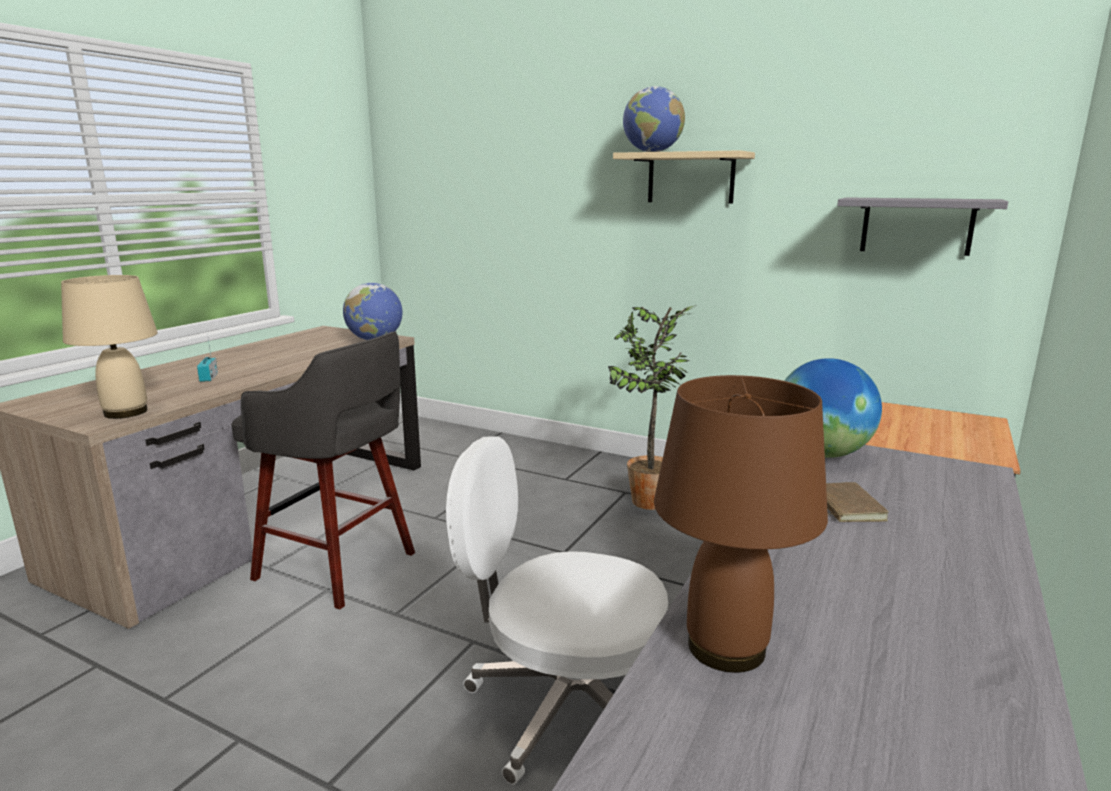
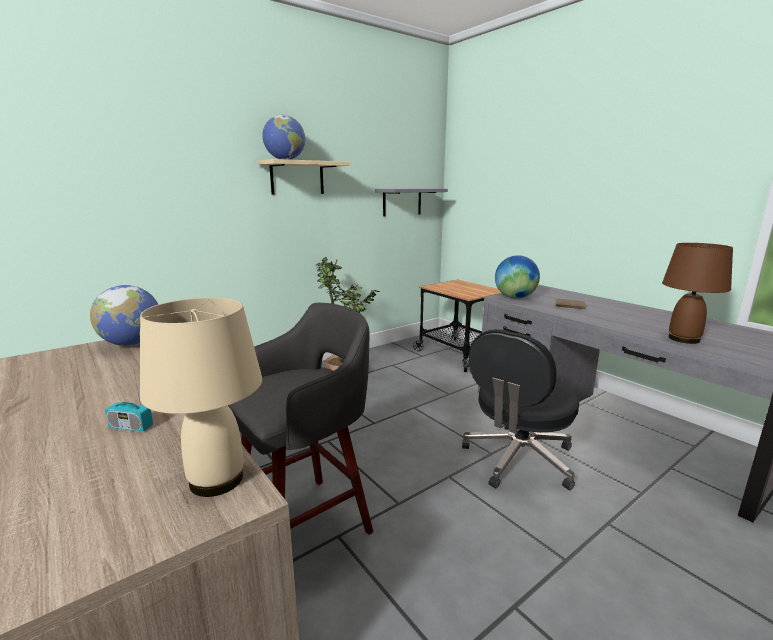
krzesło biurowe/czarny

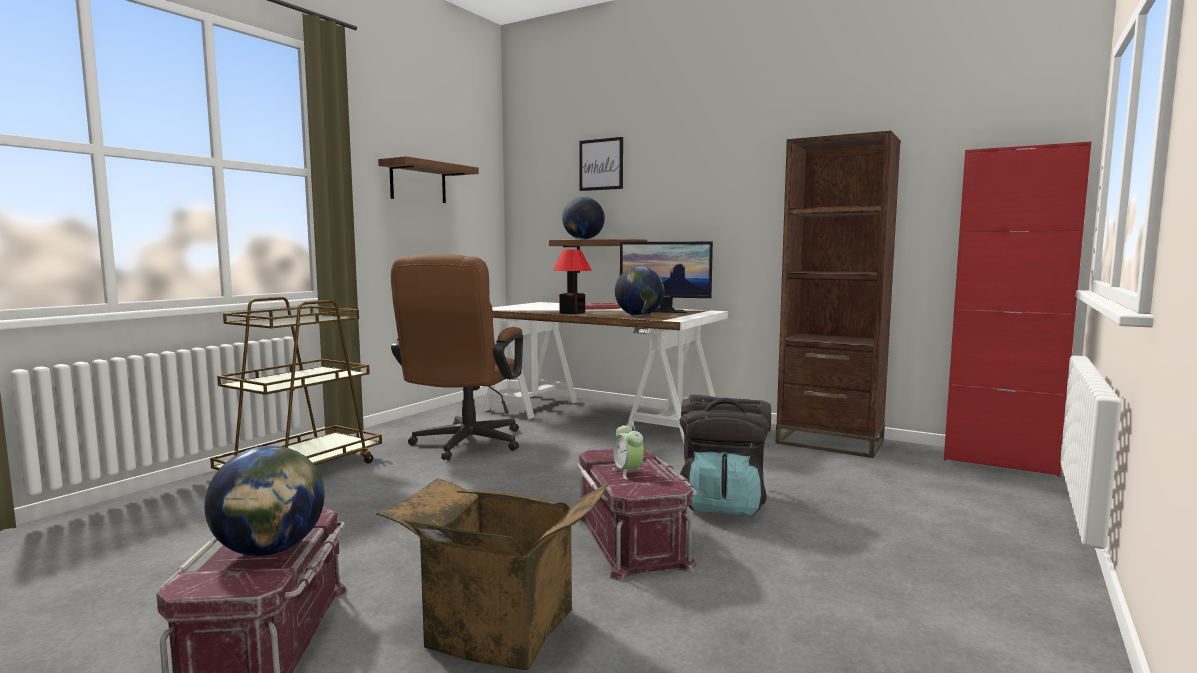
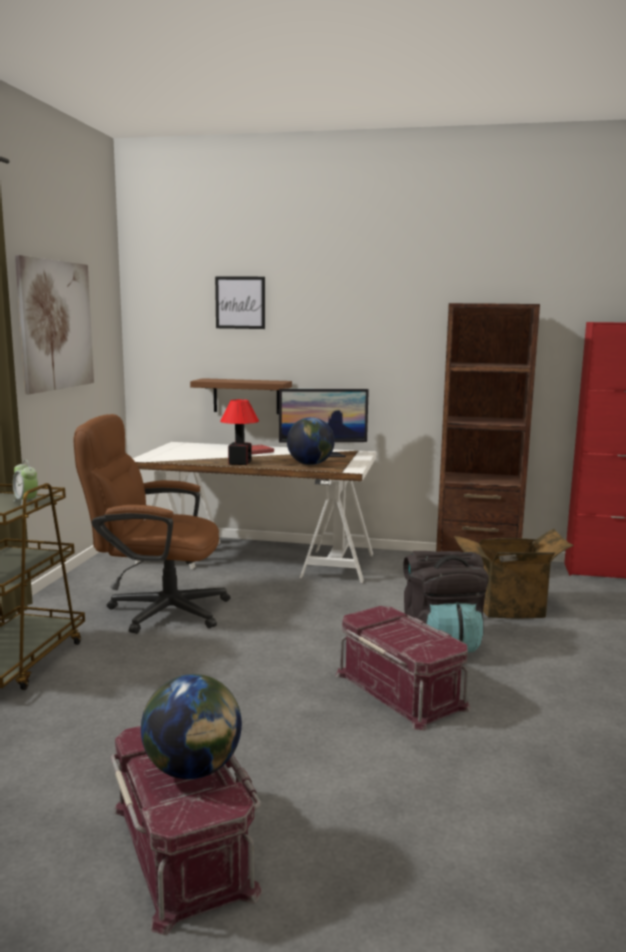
budzik
obraz (1st from left)
krzesło biurowe/brązowy
karton
globus (2nd from left in the first image)

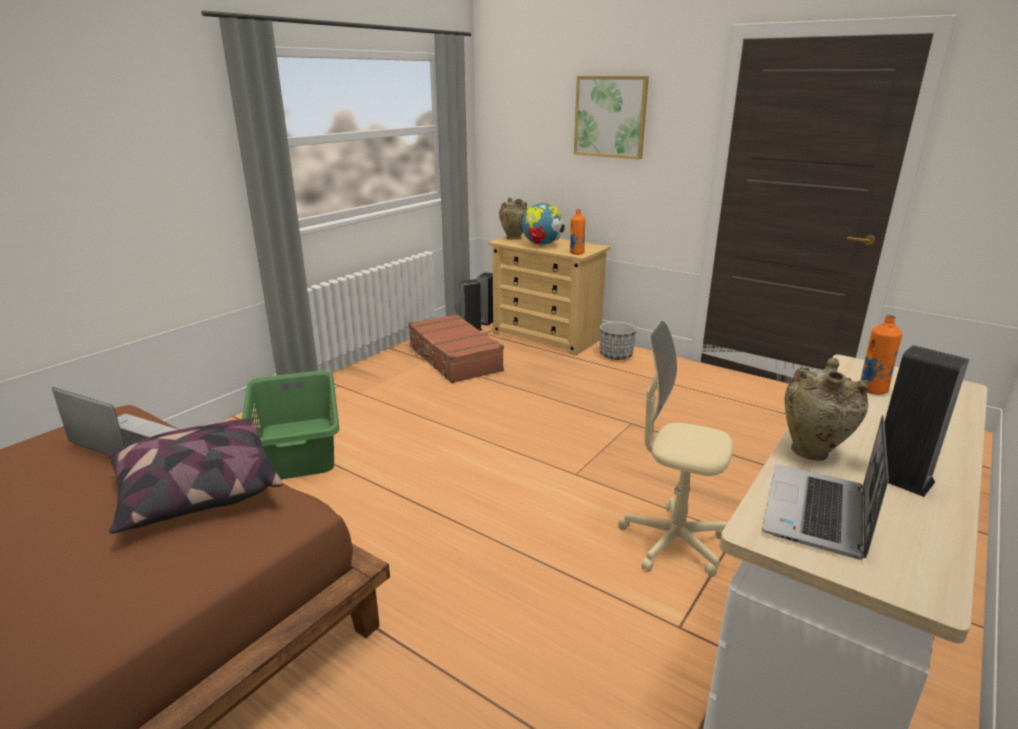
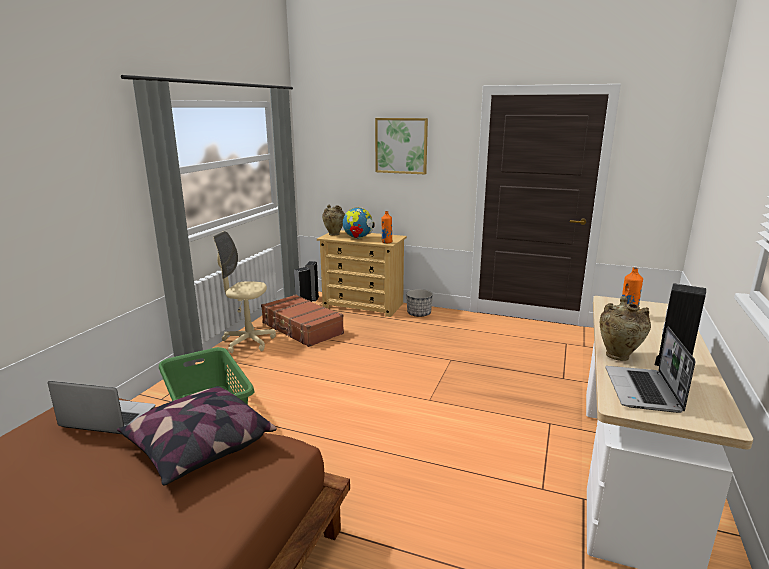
krzesło biurowe/beżowy

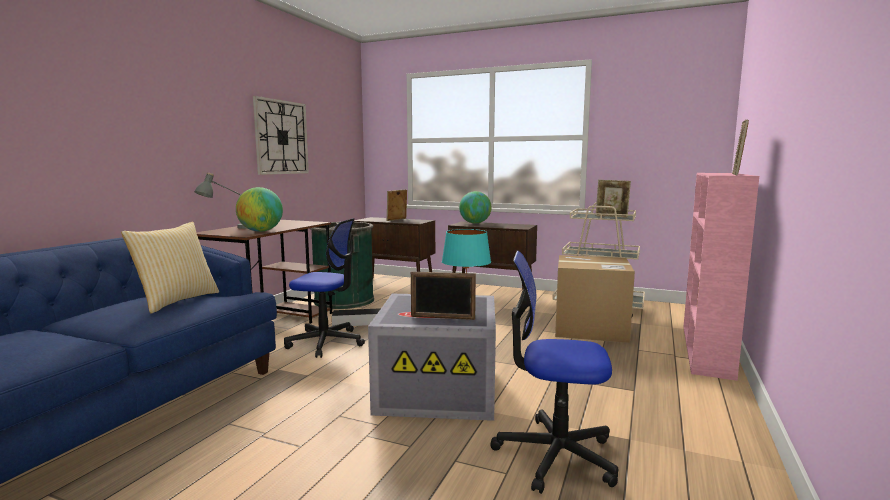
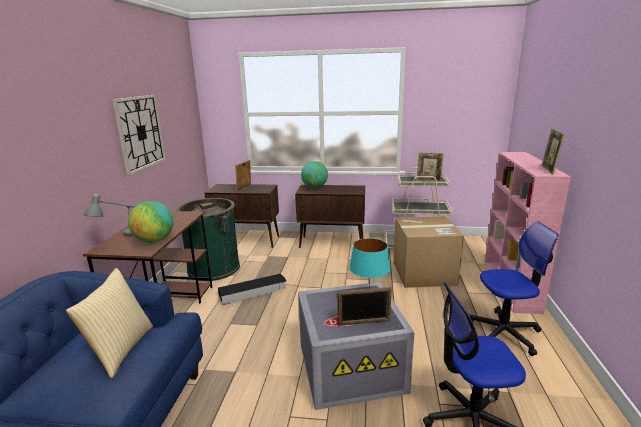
krzesło biurowe (2nd from left)

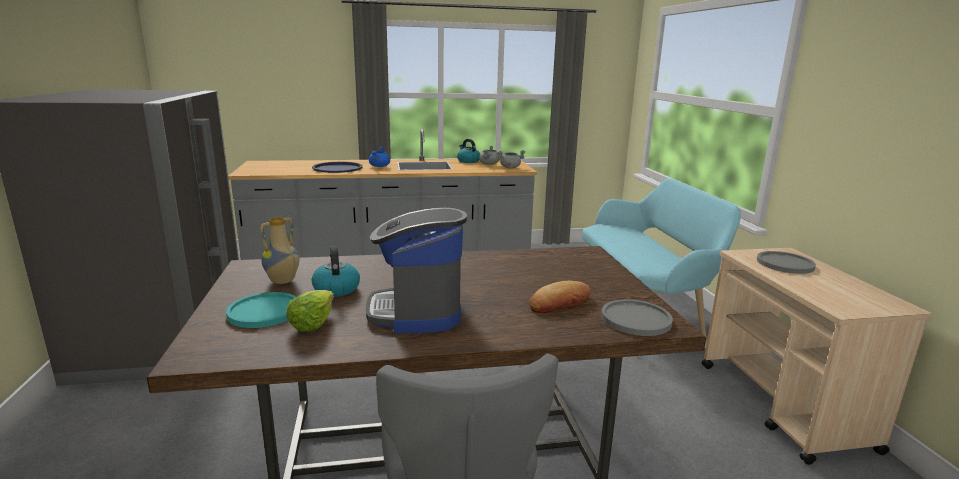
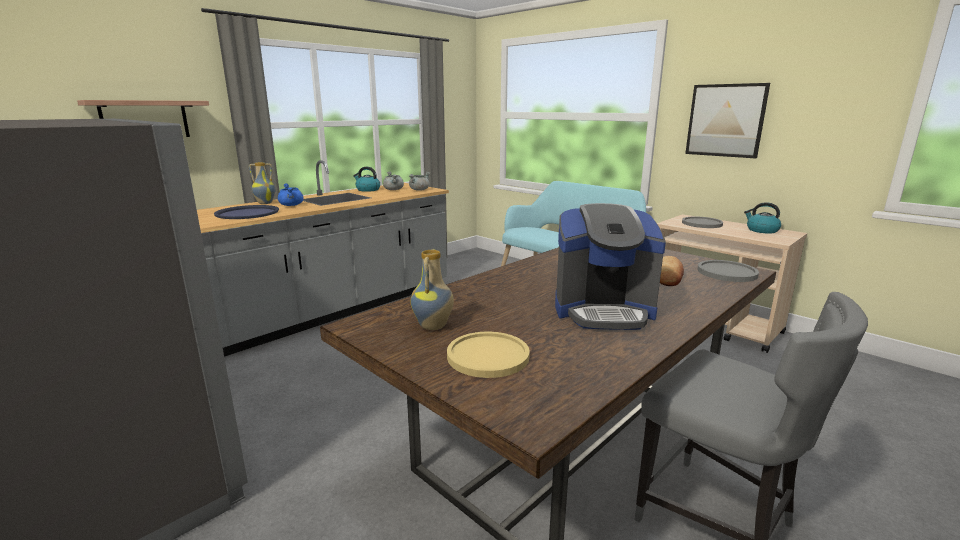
półka
wazon (1st from left)
talerz/żółty
ekspres do kawy
obraz
czajnik (2nd from left)
sałata

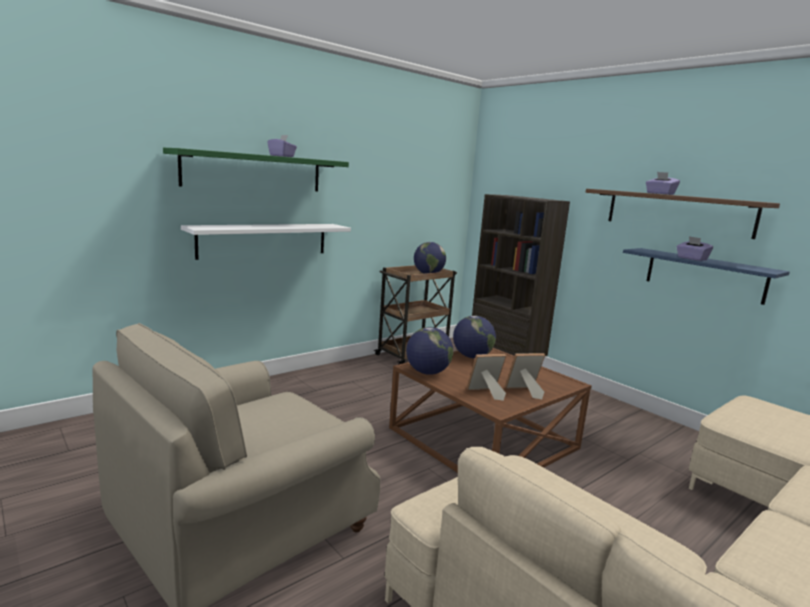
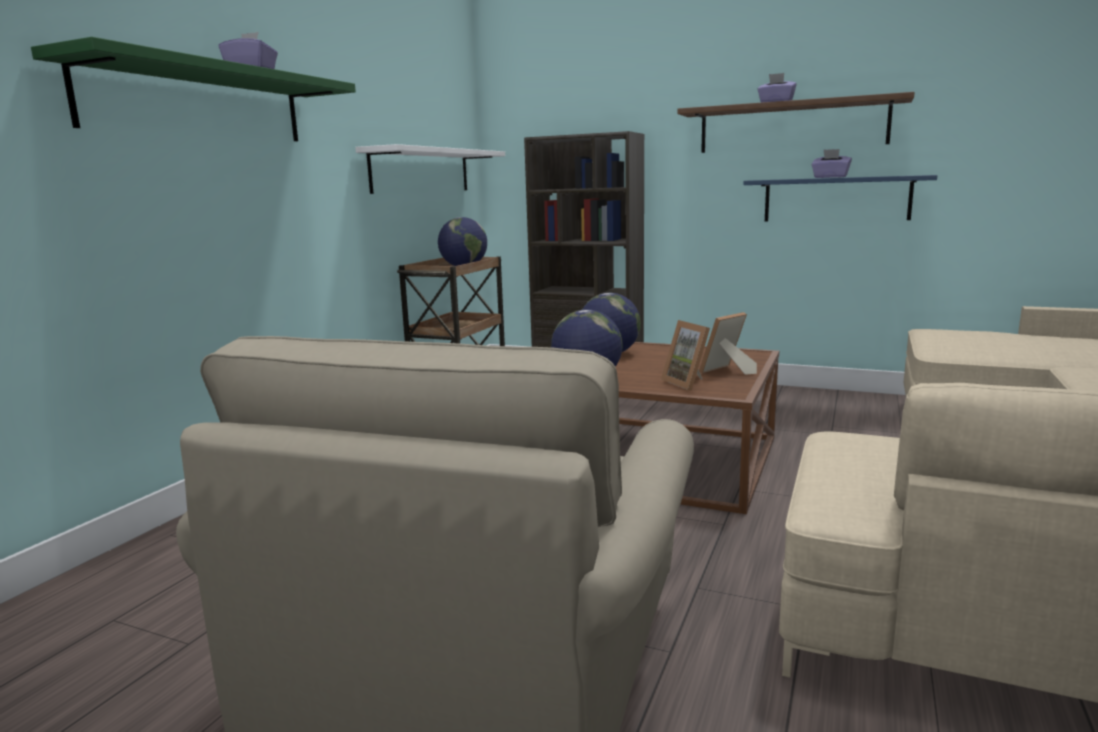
półka/biały
ramka na zdjęcie (1st from left)

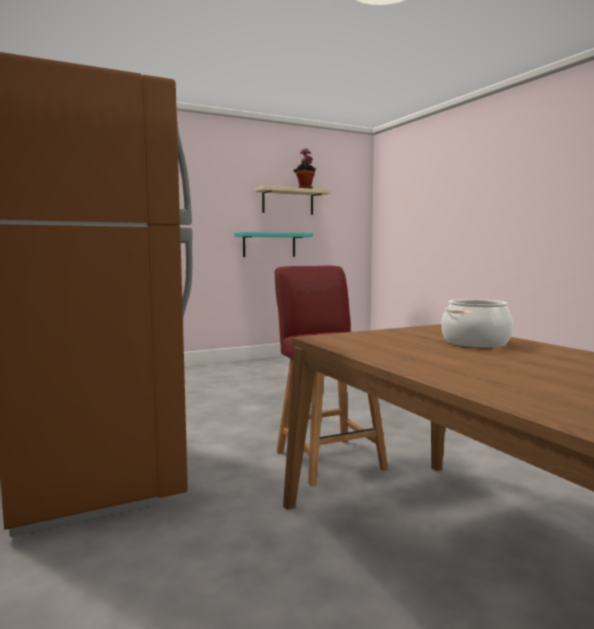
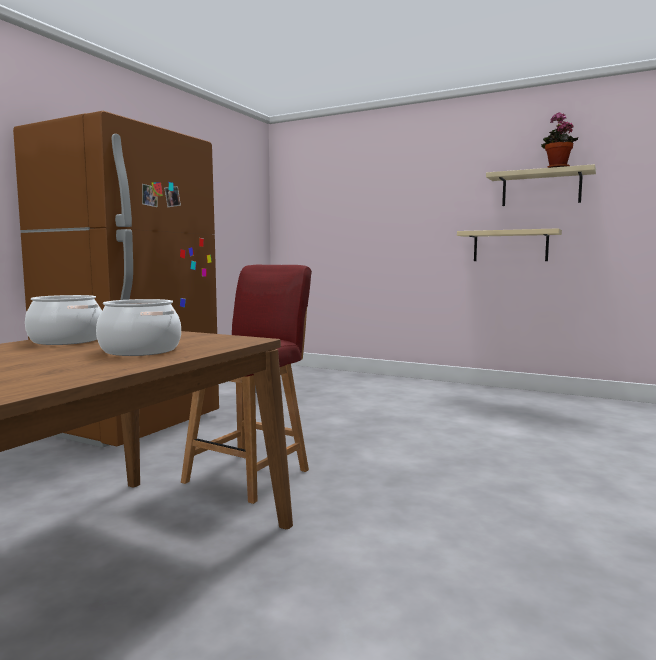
garnek (1st from left)
półka/beżowy (1st from left)

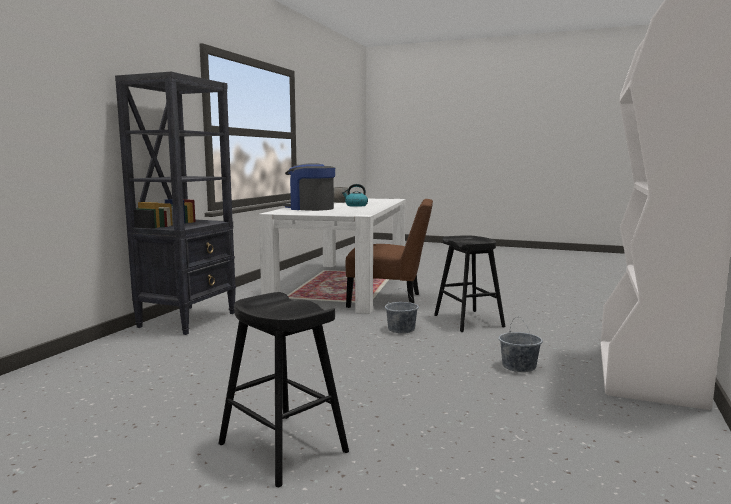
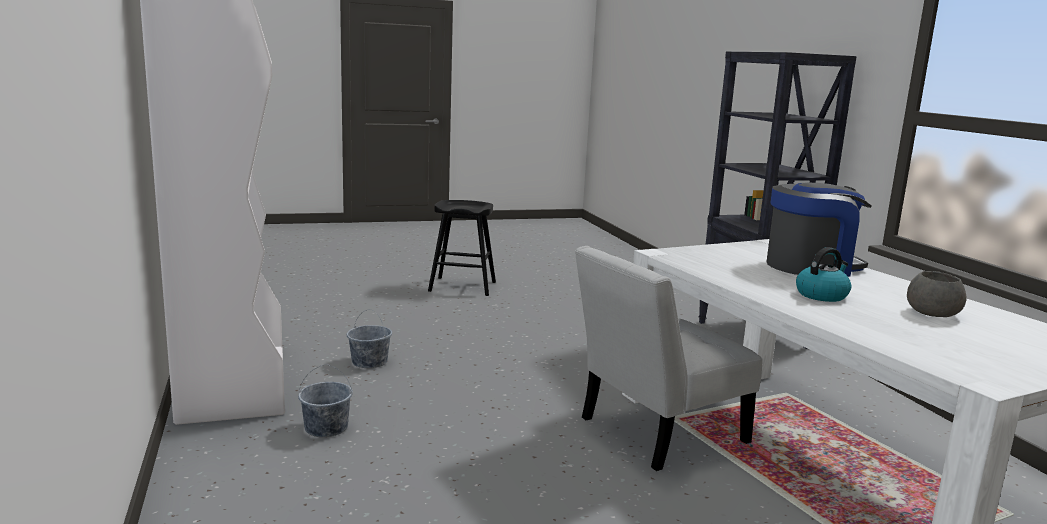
wiadro/szary (1st from left)
krzesło/biały
stołek/czarny (2nd from left in the first image)

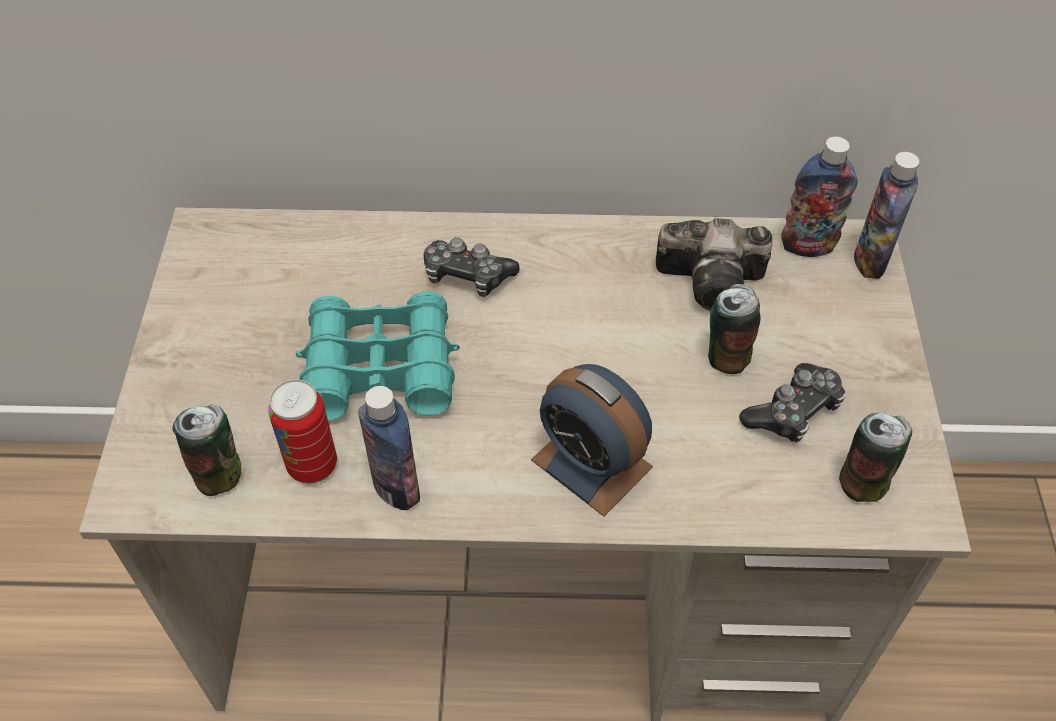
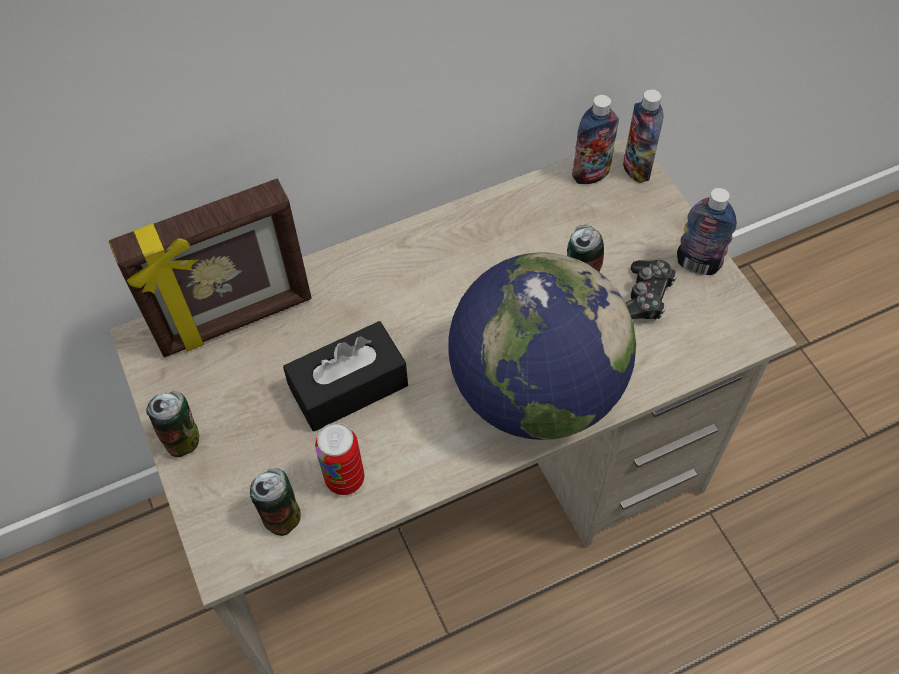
ramka na zdjęcie
puszka (1st from left)
pudełko chusteczek/czarny
globus
butelka (3rd from left)
pad do gier (1st from left in the first image)
aparat fotograficzny

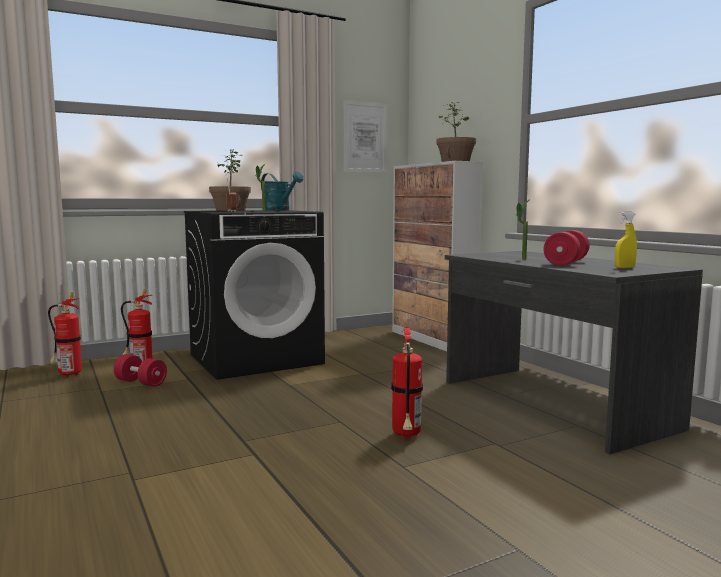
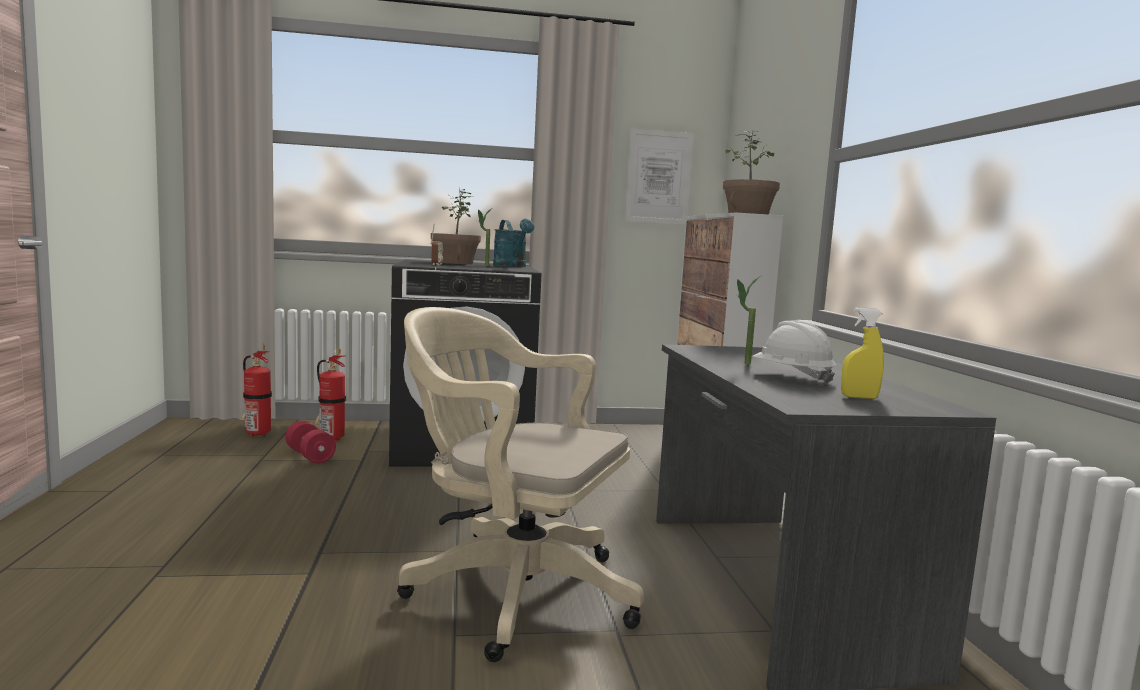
krzesło biurowe/beżowy
kask/biały

